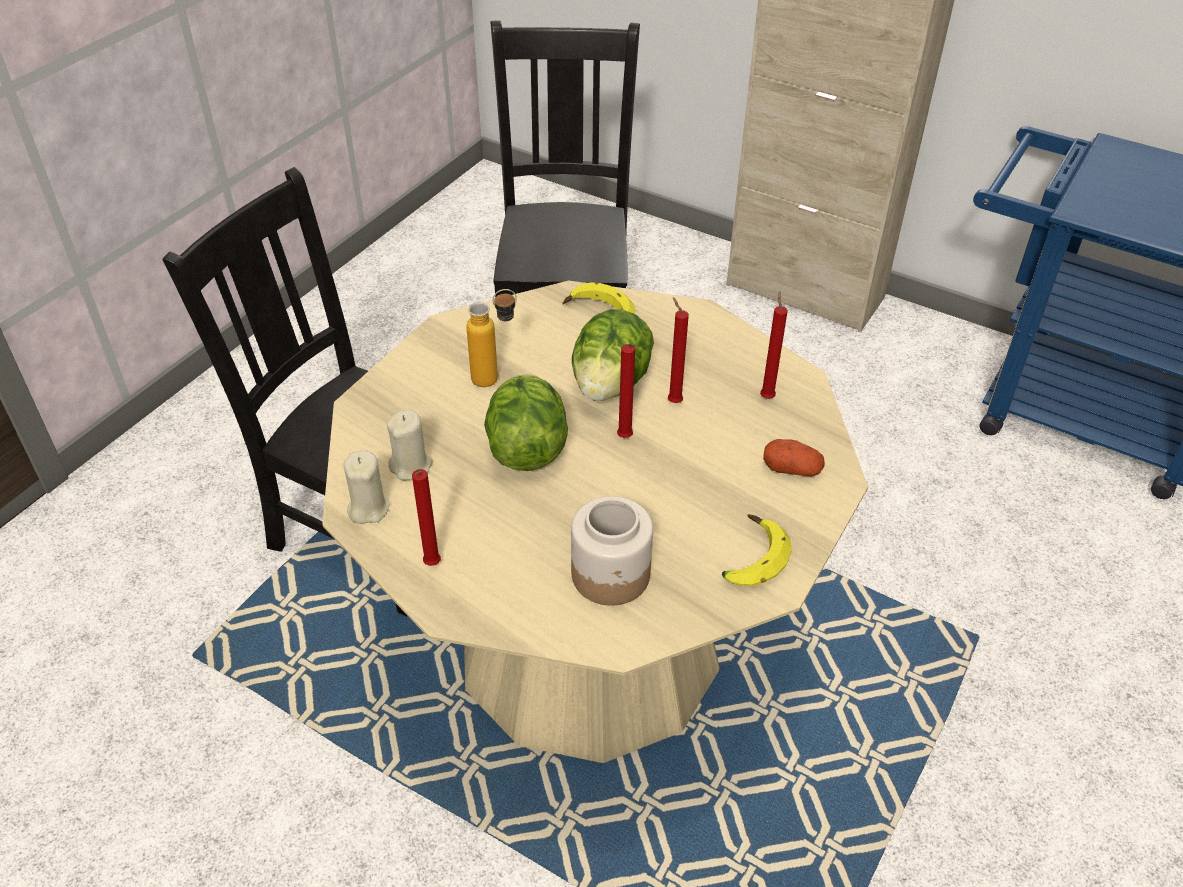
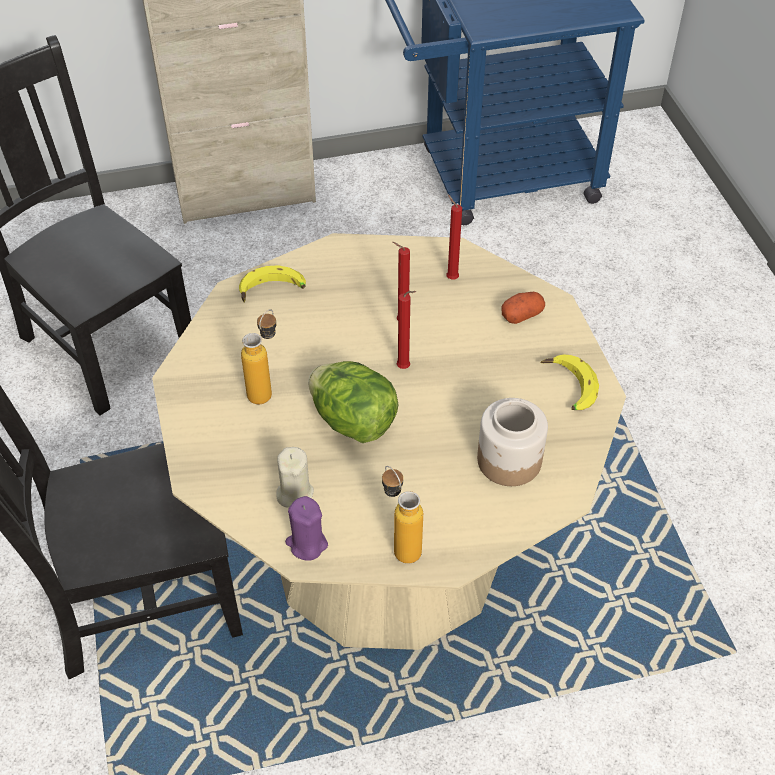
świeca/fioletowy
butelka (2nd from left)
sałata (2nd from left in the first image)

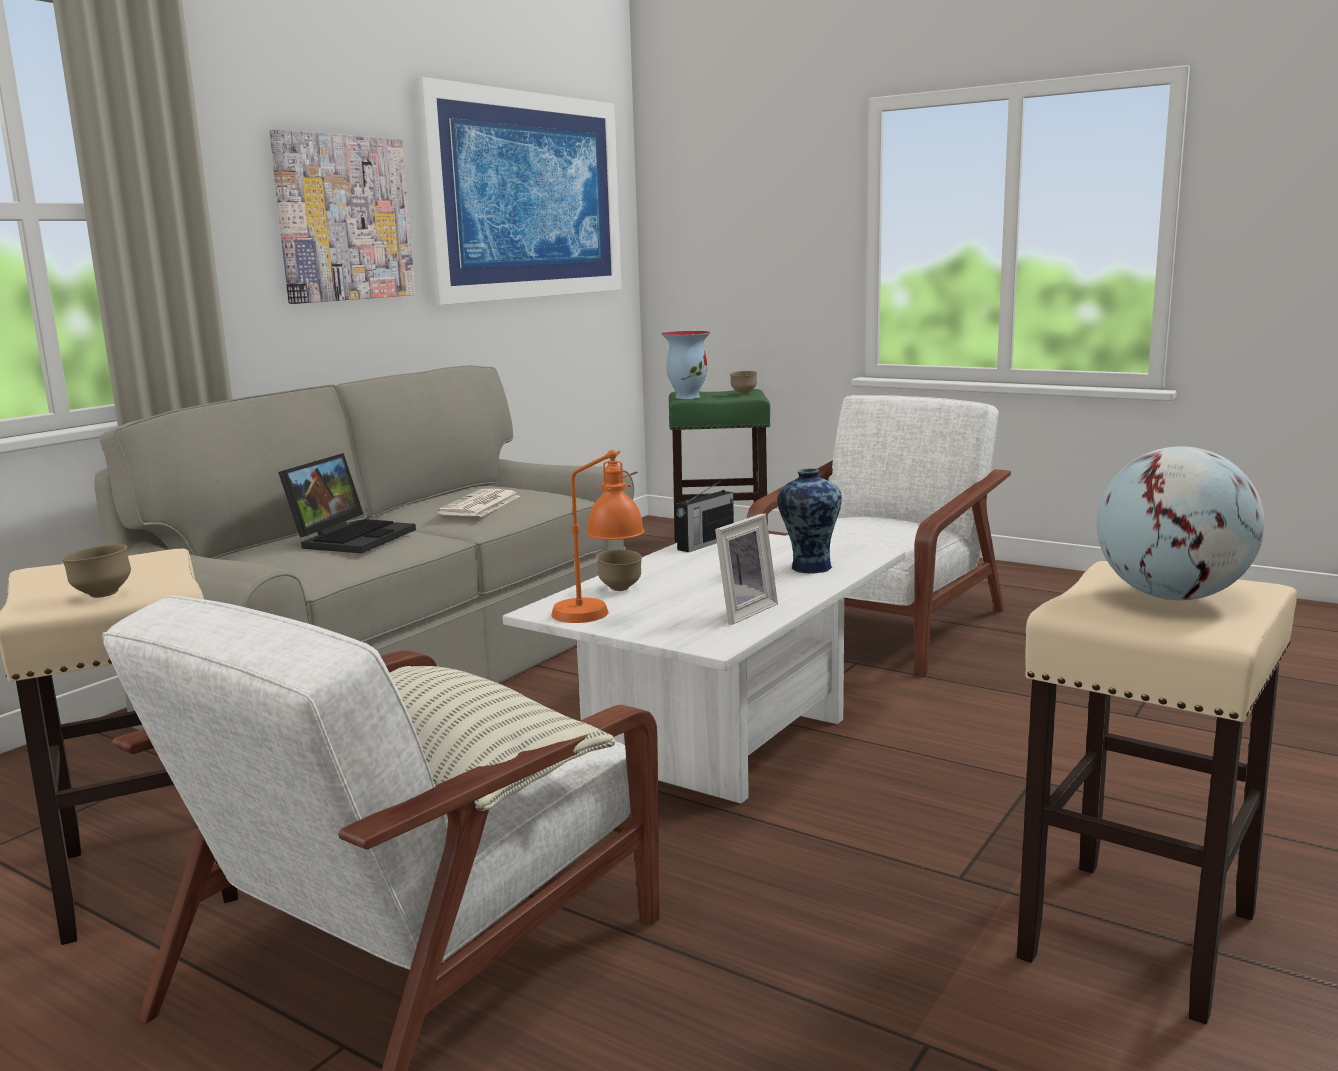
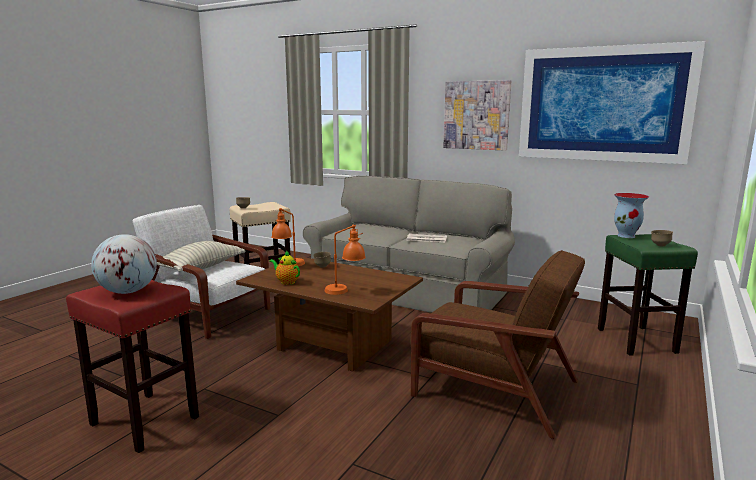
stołek/czerwony
ława/brązowy
imbryk
lampa stołowa/pomarańczowy (2nd from left)
fotel/brązowy
laptop
radio

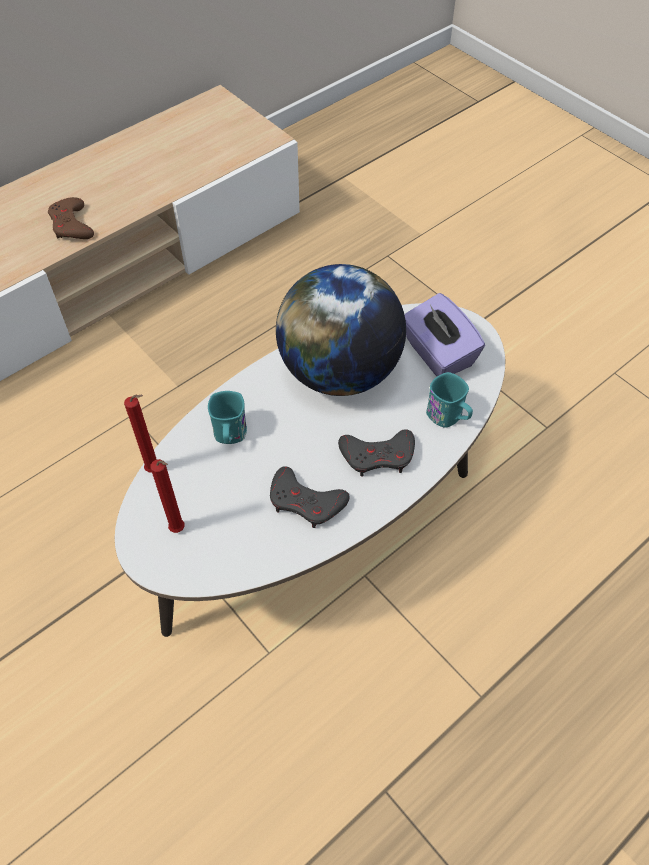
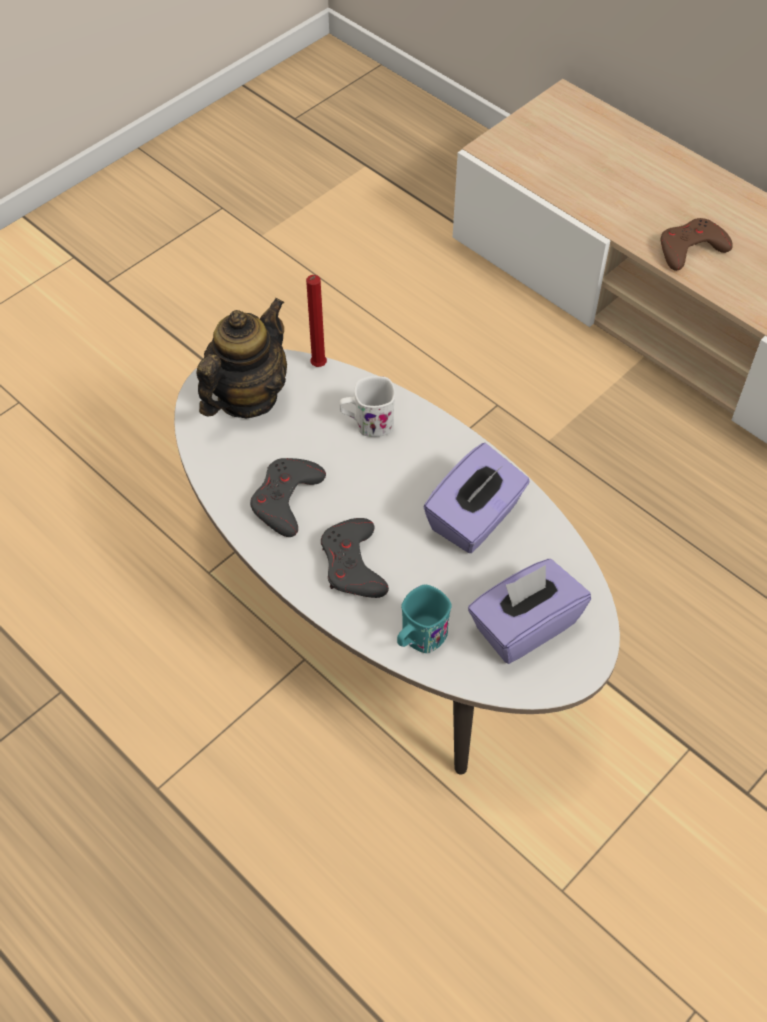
imbryk
kubek/biały
pudełko chusteczek/fioletowy (1st from left)

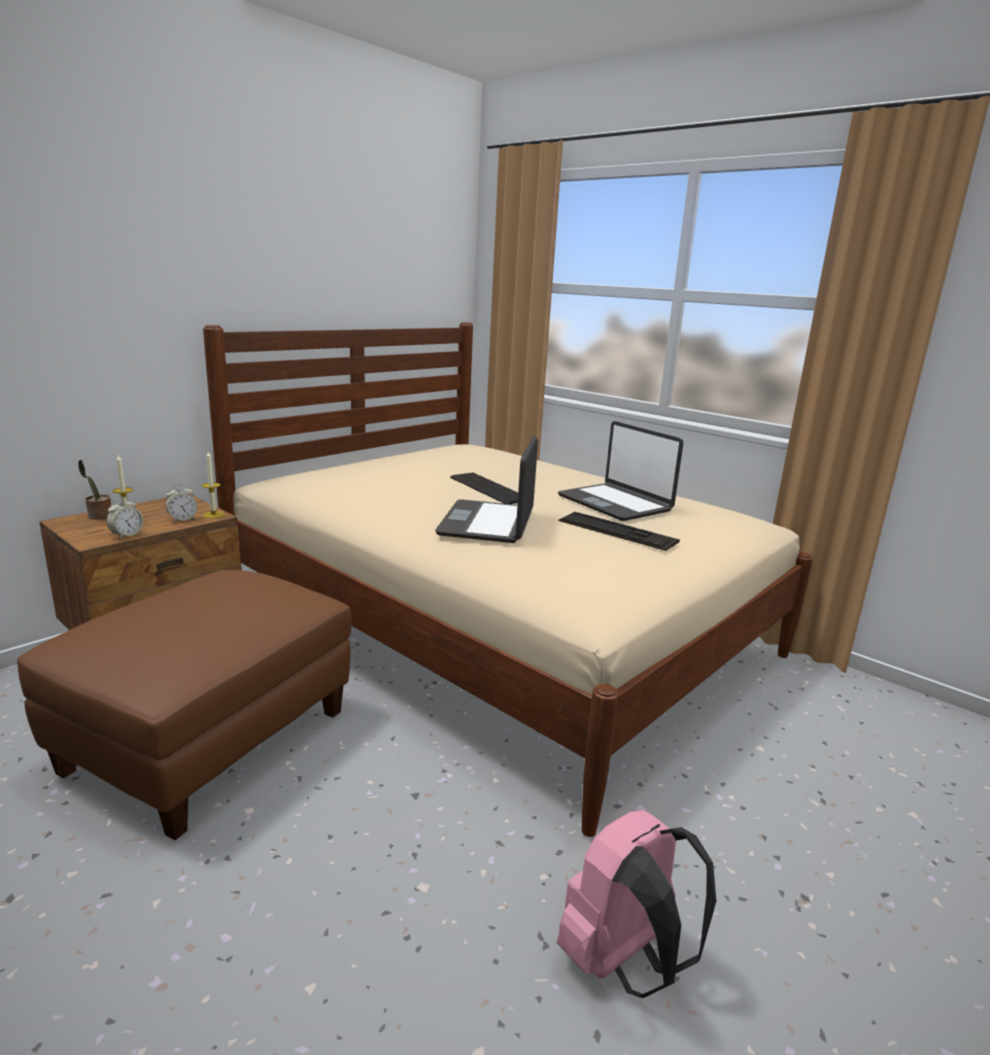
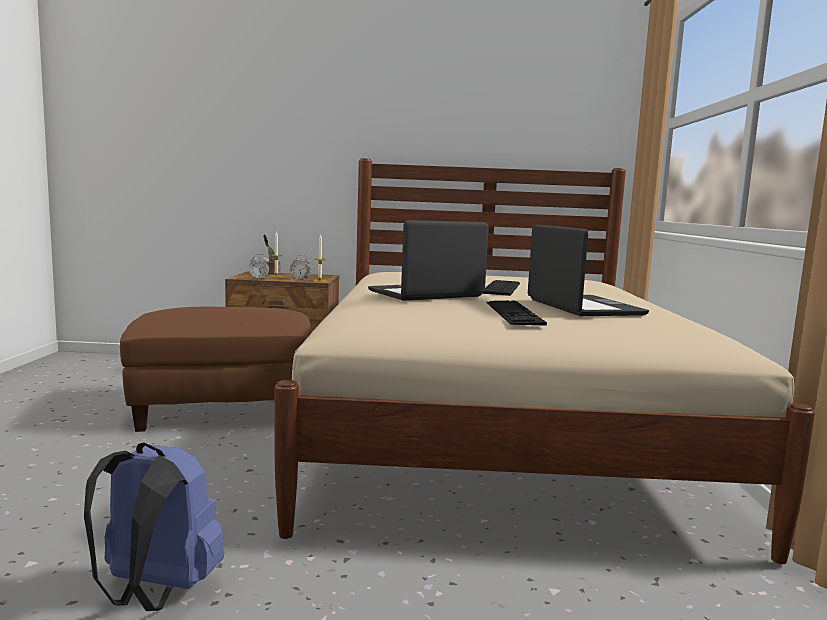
plecak/niebieski
laptop (2nd from left)

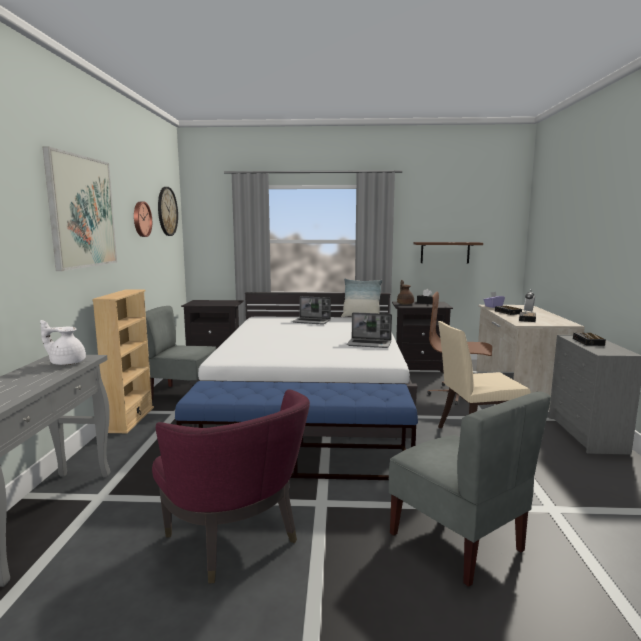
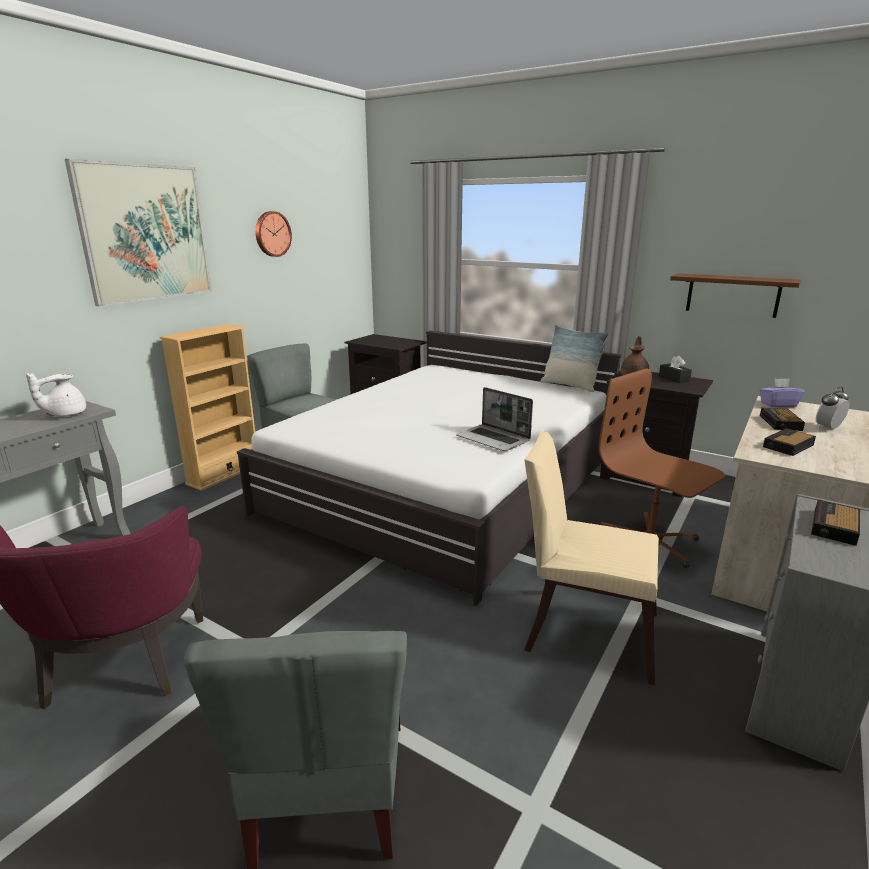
imbryk/biały
zegar ścienny (2nd from left in the first image)
ławka/niebieski
laptop (1st from left in the first image)

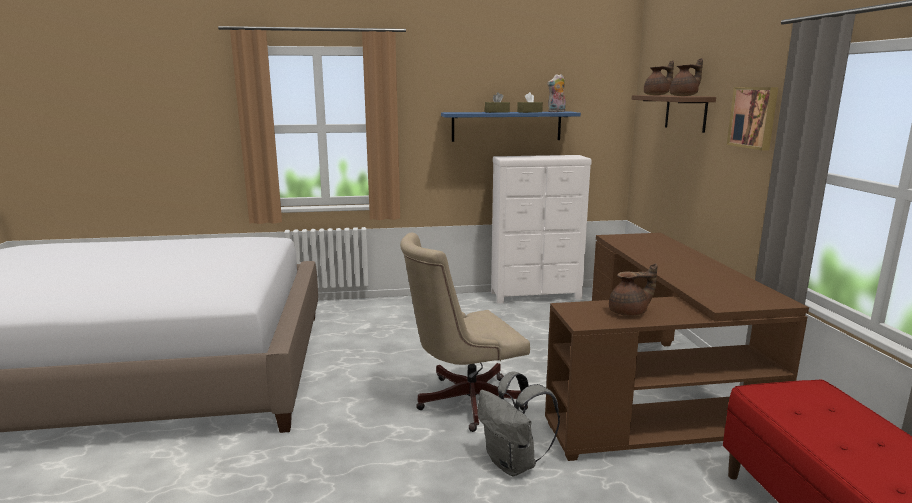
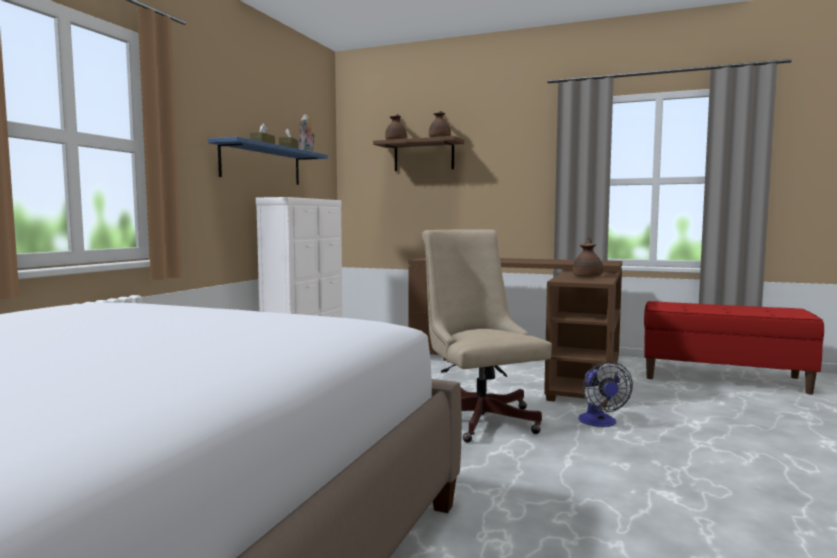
krzesło biurowe/beżowy
wentylator
obraz

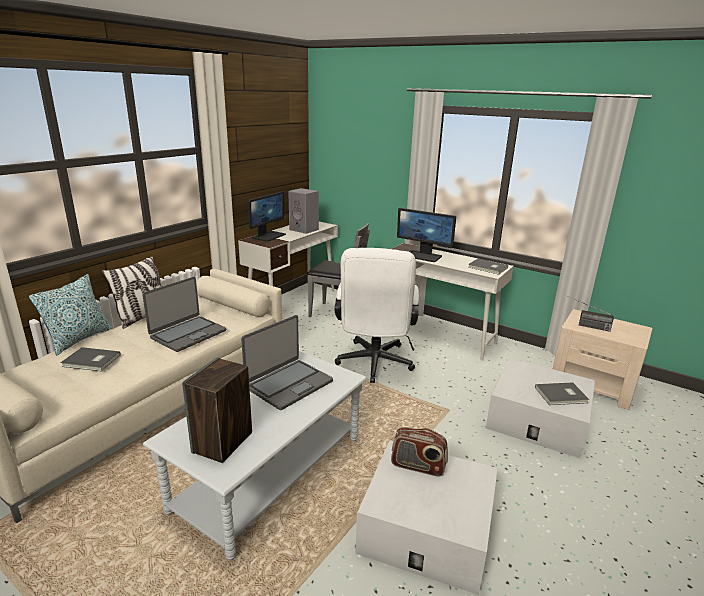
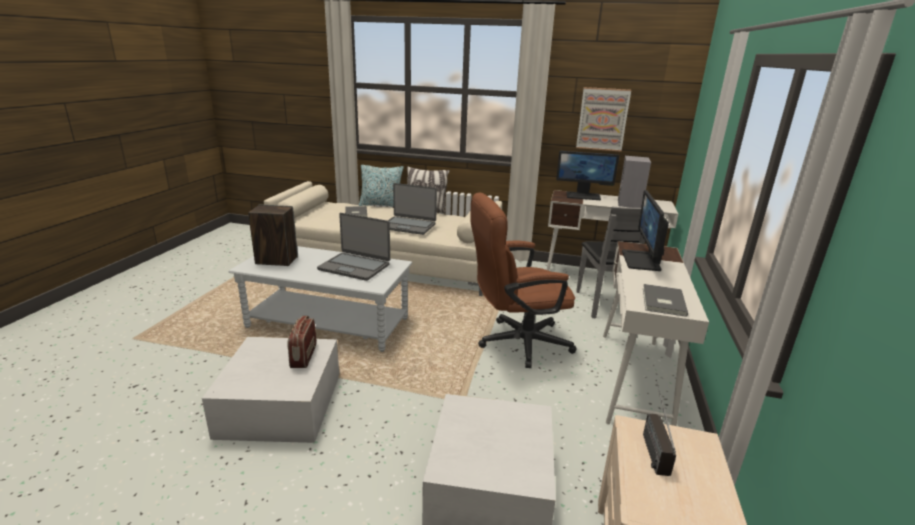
krzesło biurowe/brązowy
obraz
książka/szary (3rd from left in the first image)

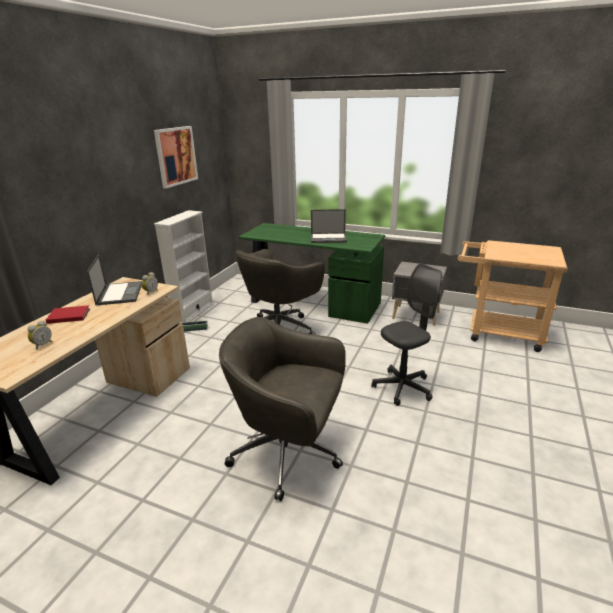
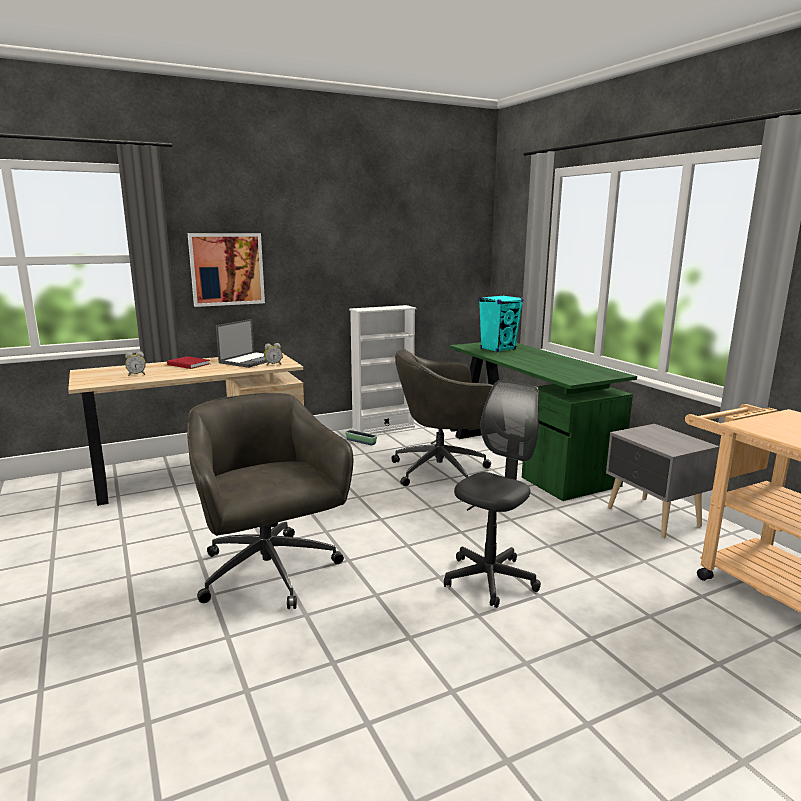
obraz
krzesło biurowe/szary (3rd from left)
głośnik/turkusowy
laptop (2nd from left in the first image)

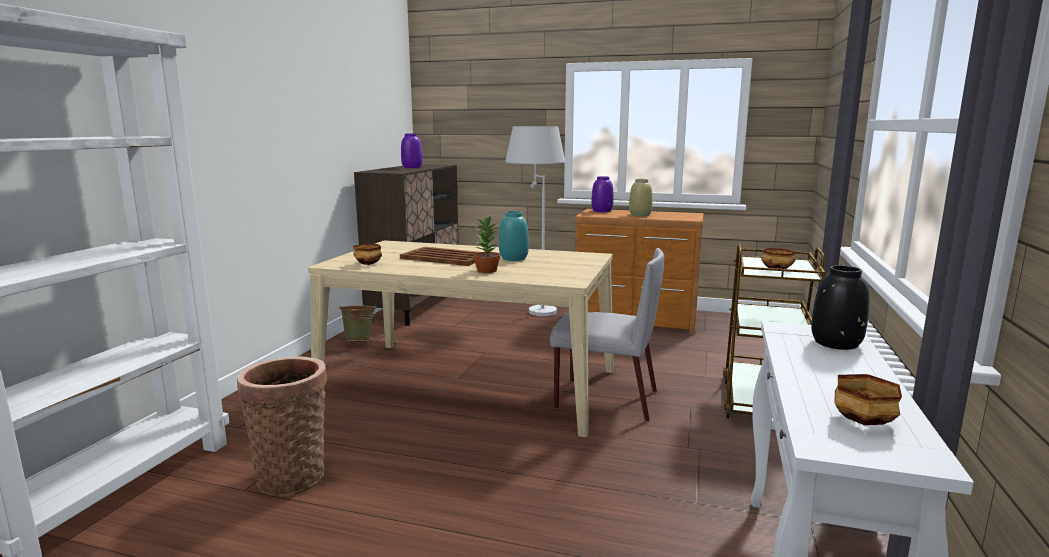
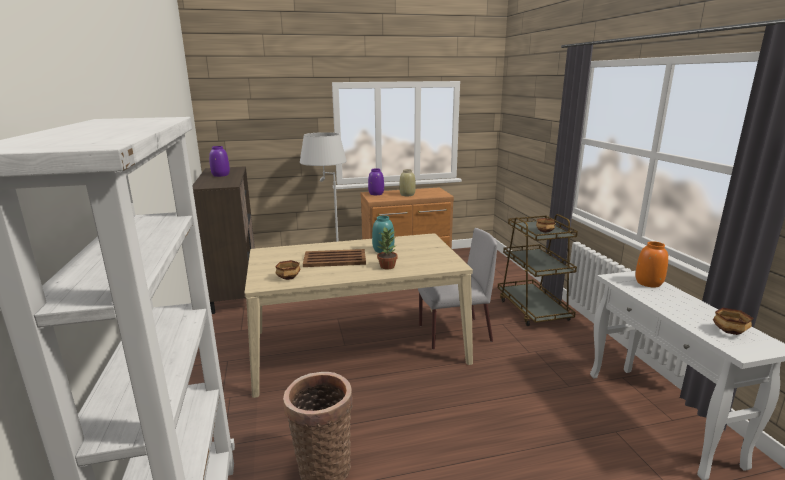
wazon/pomarańczowy
wiadro/zielony

